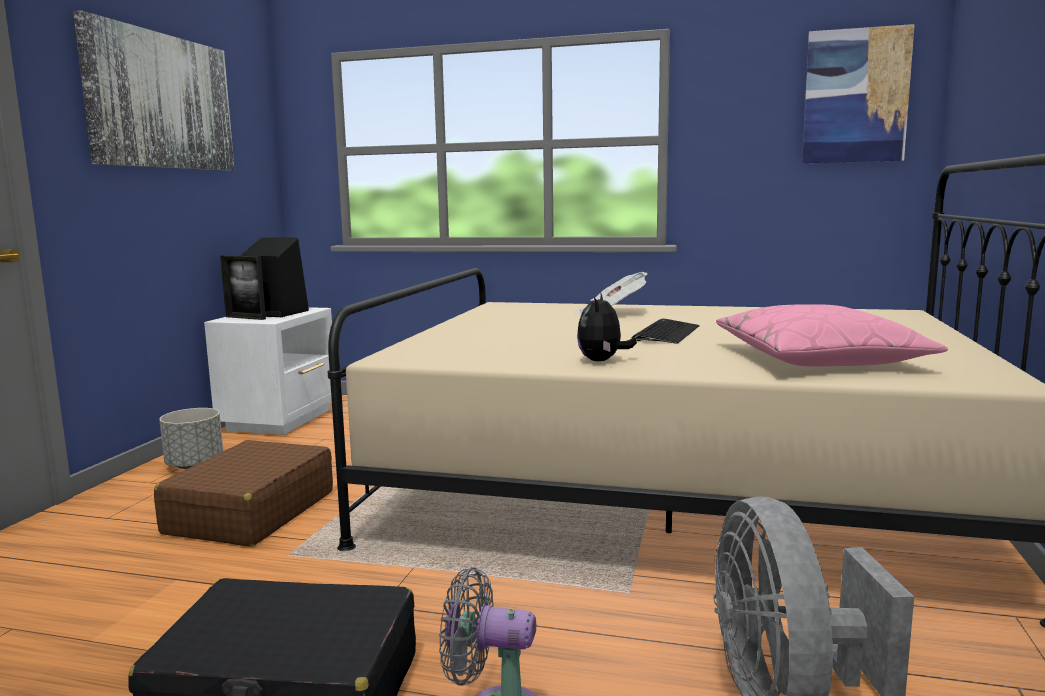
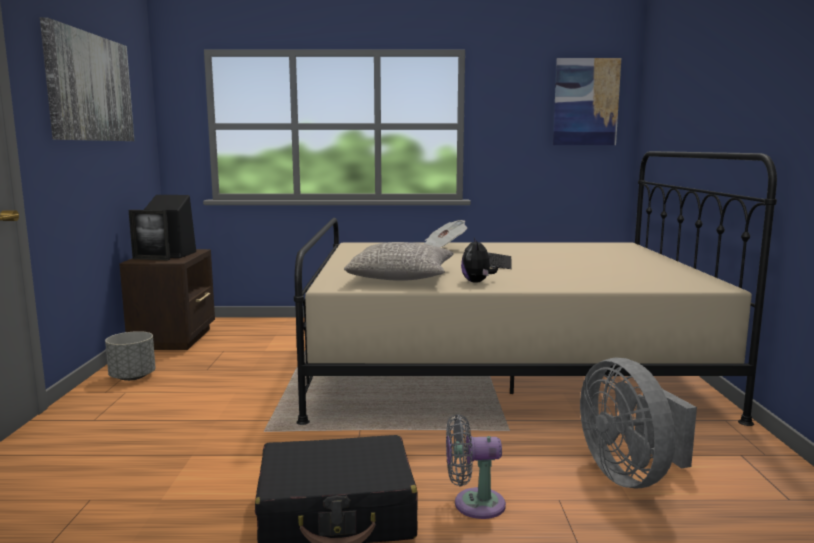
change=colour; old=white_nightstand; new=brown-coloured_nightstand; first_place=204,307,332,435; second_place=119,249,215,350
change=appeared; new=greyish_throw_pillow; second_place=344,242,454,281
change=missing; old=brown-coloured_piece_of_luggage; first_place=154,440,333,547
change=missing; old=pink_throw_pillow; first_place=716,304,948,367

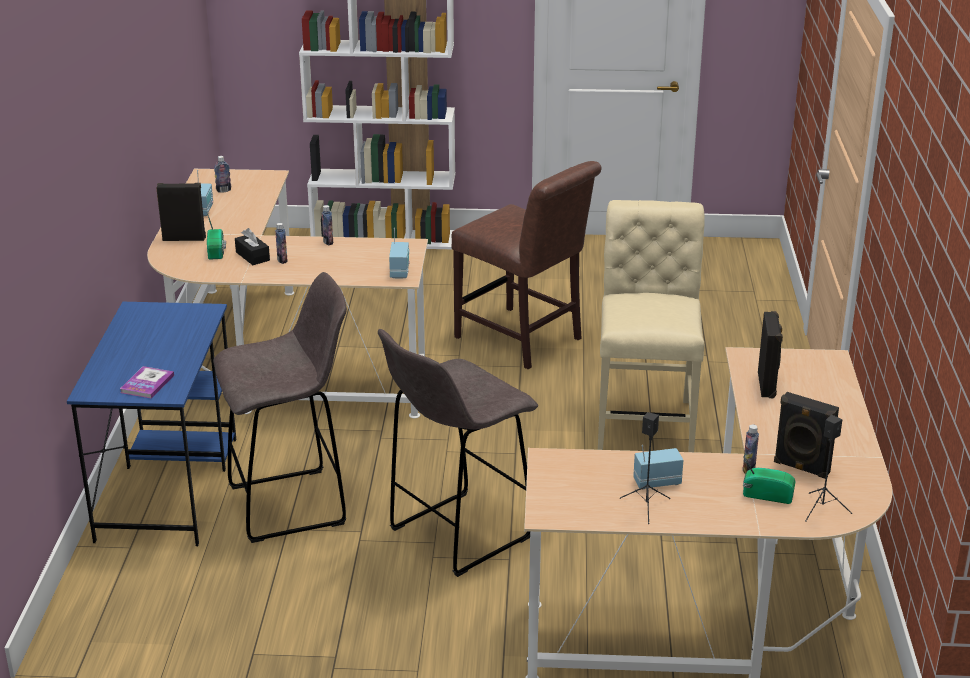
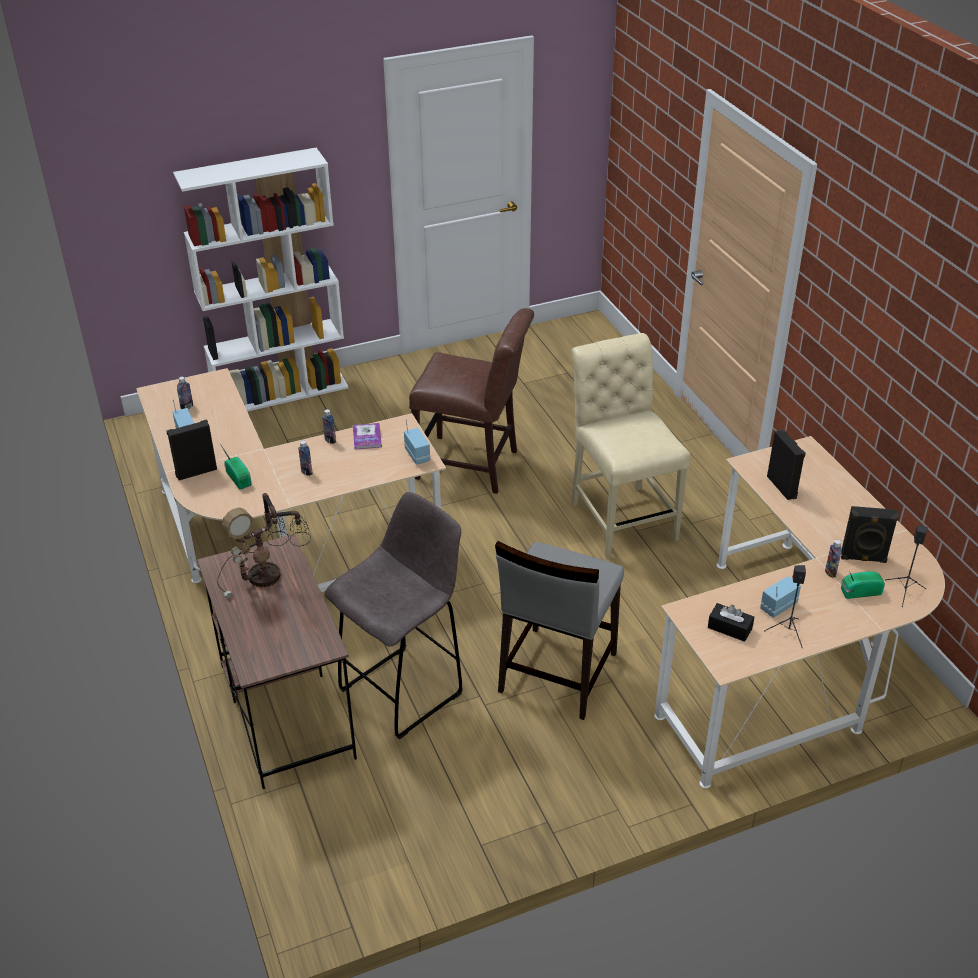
change=colour; old=blue_desk_table; new=brown-coloured_desk_table; first_place=67,302,236,546; second_place=197,534,357,789
change=appeared; new=table_lamp; second_place=217,493,311,598
change=relocated; old=bound_book; first_place=120,366,174,399; second_place=353,423,382,450
change=exchanged; old=greyish_stool; new=greyish_upright_chair; first_place=378,329,538,577; second_place=495,541,624,720
change=relocated; old=blackish_tissue_box; first_place=235,228,270,265; second_place=708,603,754,642

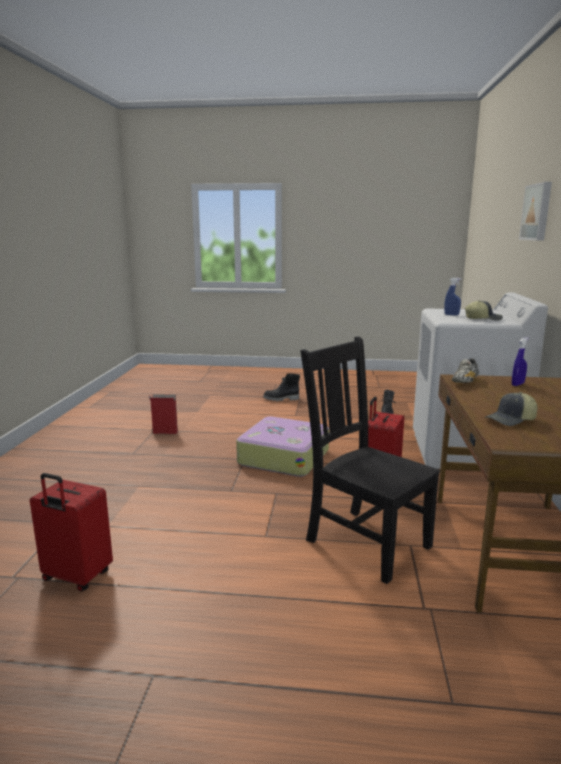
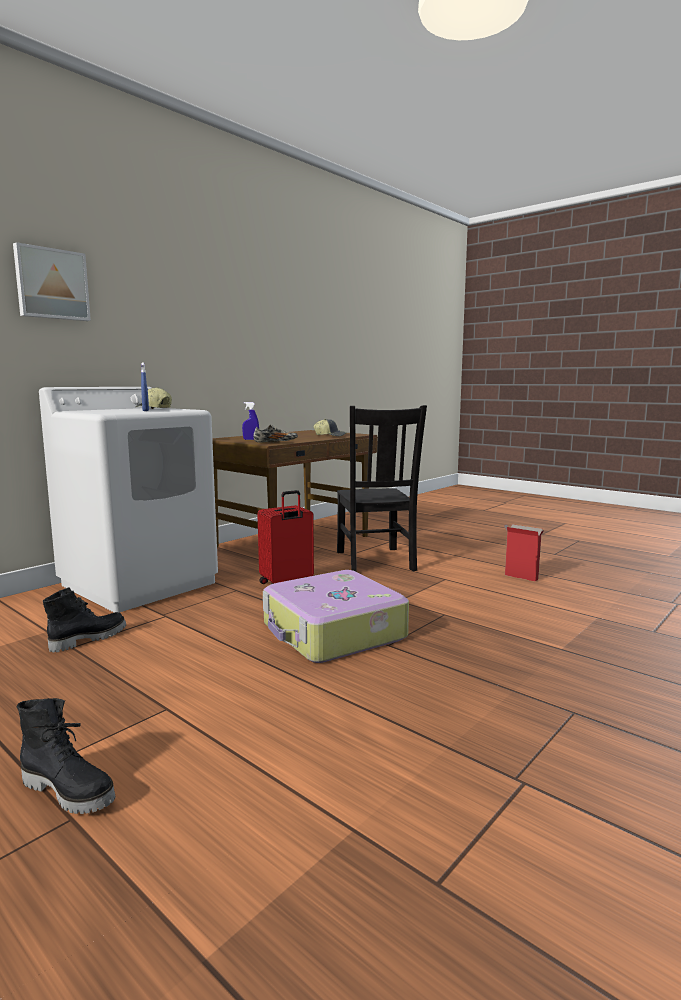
change=relocated; old=cardboard_box; first_place=149,394,178,434; second_place=504,524,544,582
change=missing; old=red_piece_of_luggage; first_place=30,473,113,592

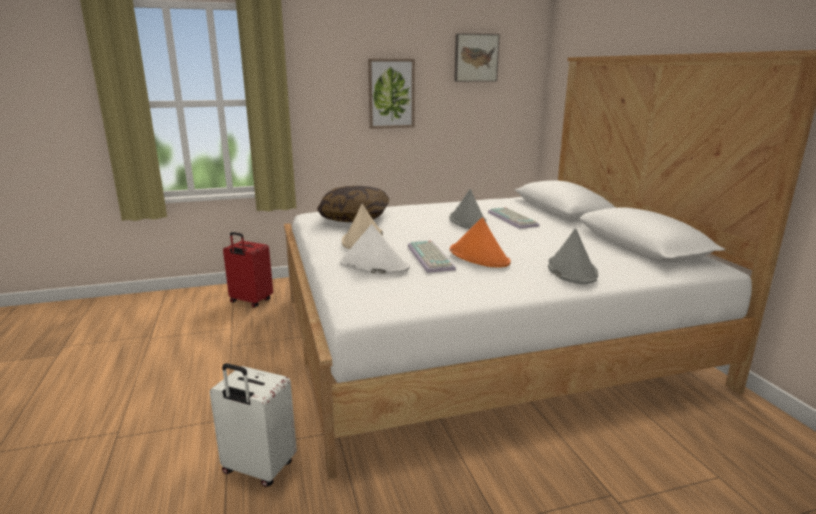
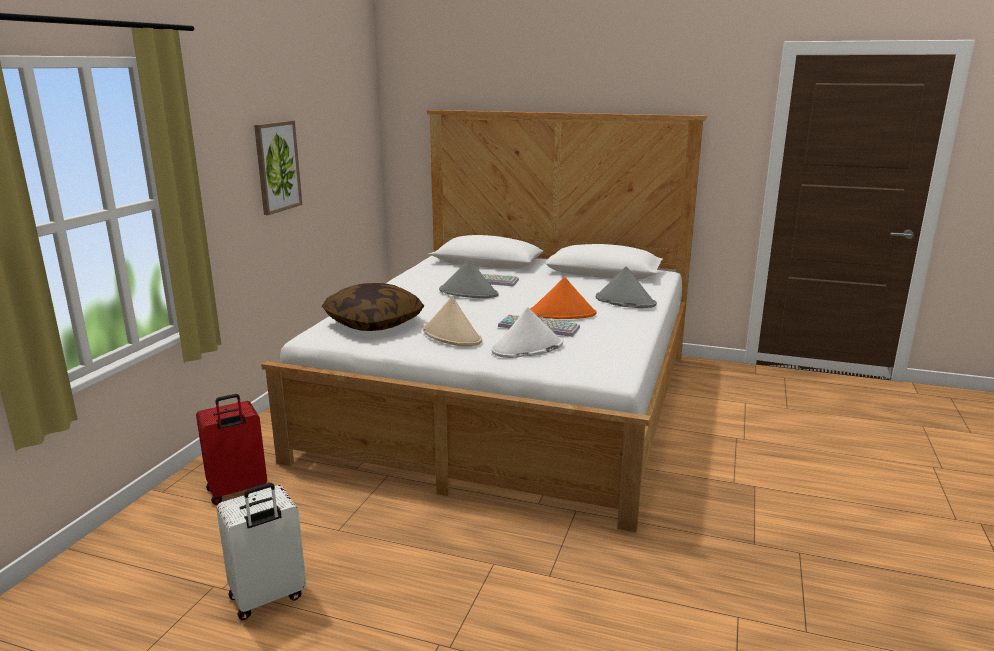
change=relocated; old=white_piece_of_luggage; first_place=210,363,297,487; second_place=216,483,306,620
change=missing; old=wall_art; first_place=454,33,500,82

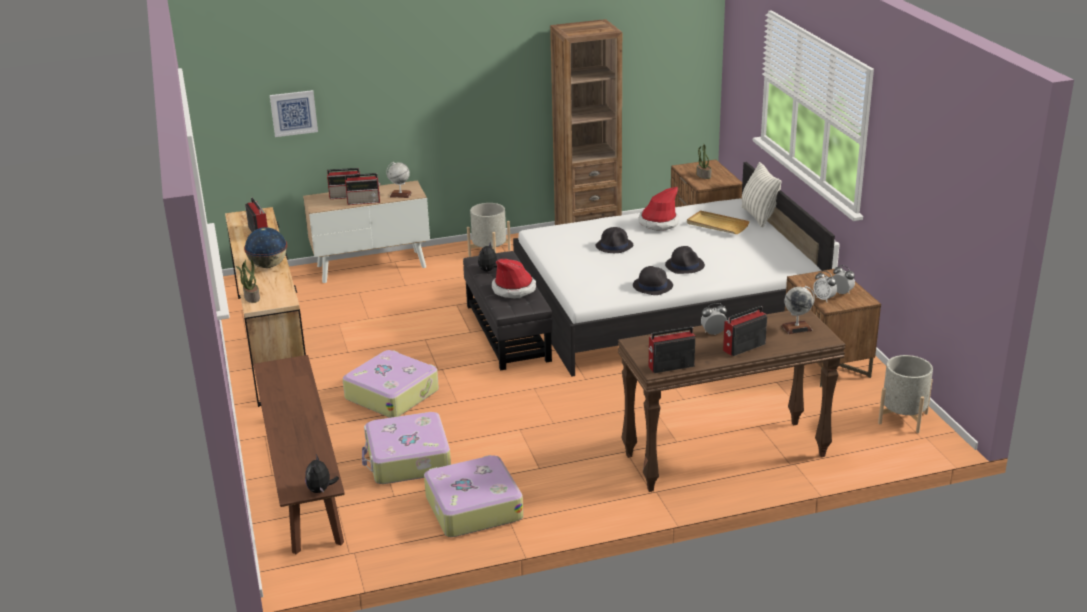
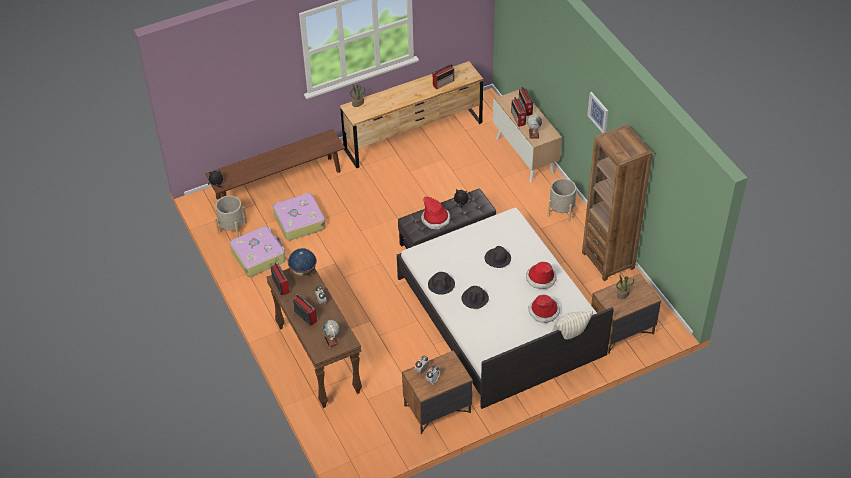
change=relocated; old=greyish_flower_pot; first_place=878,355,933,433; second_place=215,196,247,237
change=relocated; old=world_globe; first_place=244,227,287,268; second_place=288,248,317,276
change=exchanged; old=beige_tray; new=wearable_hat; first_place=687,210,750,234; second_place=528,295,560,323
change=relocated; old=wall_art; first_place=270,90,318,137; second_place=587,92,608,133
change=missing; old=piece_of_luggage; first_place=343,350,439,418

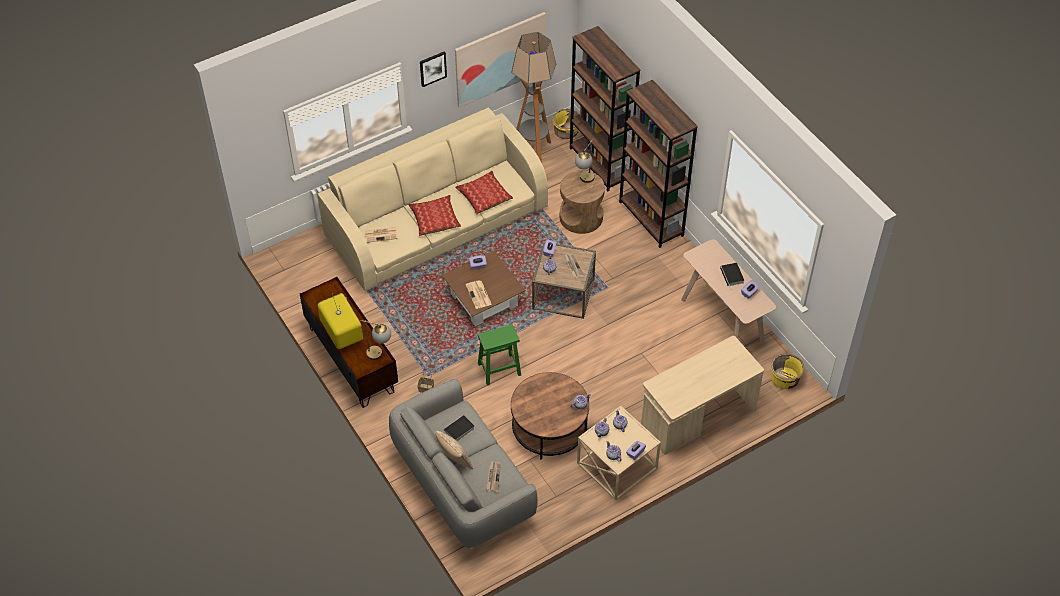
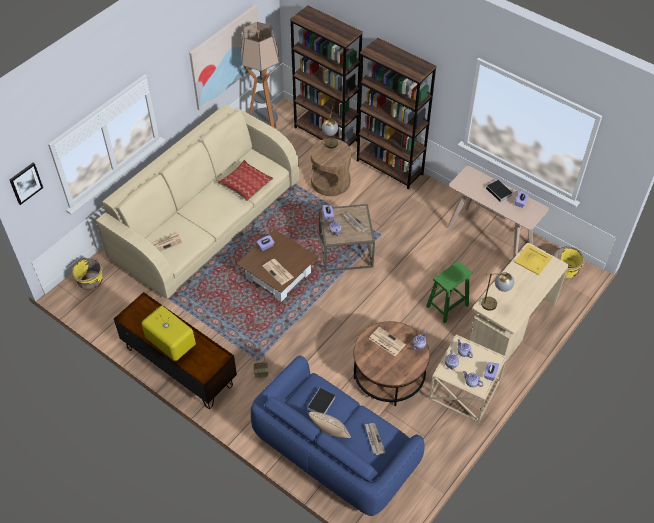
change=relocated; old=wall_art; first_place=420,51,447,87; second_place=10,163,43,205
change=relocated; old=yellow_flower_pot; first_place=552,109,580,139; second_place=72,258,103,290
change=colour; old=greyish_sofa; new=blue_sofa; first_place=389,379,538,549; second_place=251,356,425,516
change=appeared; new=newspaper; second_place=369,327,406,356
change=relocated; old=green-coloured_stool; first_place=478,324,521,385; second_place=426,261,472,323
change=relocated; old=table_lamp; first_place=360,320,391,360; second_place=481,272,514,311
change=appeared; new=yellow_tray; second_place=515,245,552,275
change=missing; old=throw_pillow; first_place=409,195,461,236

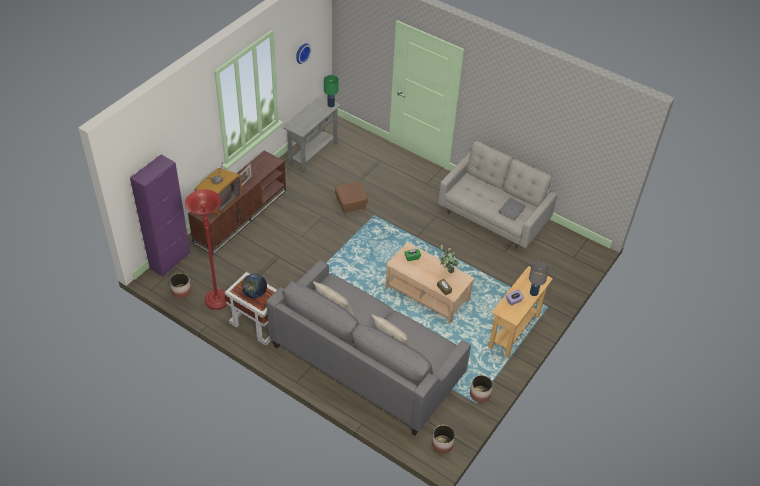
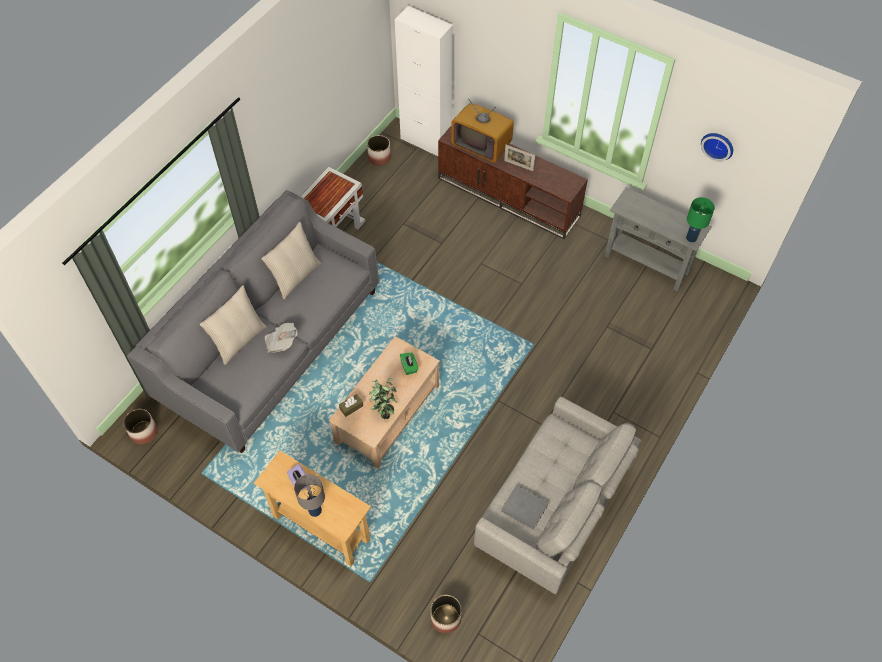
change=appeared; new=newspaper; second_place=265,323,297,353
change=colour; old=purplish_storage_cabinet; new=white_storage_cabinet; first_place=130,155,191,277; second_place=395,6,453,156
change=relocated; old=flower_pot; first_place=470,375,493,403; second_place=430,595,462,633
change=missing; old=red_standard_lamp; first_place=185,189,228,310
change=missing; old=world_globe; first_place=242,274,267,299
change=missing; old=brown-coloured_pouffe; first_place=335,182,368,215

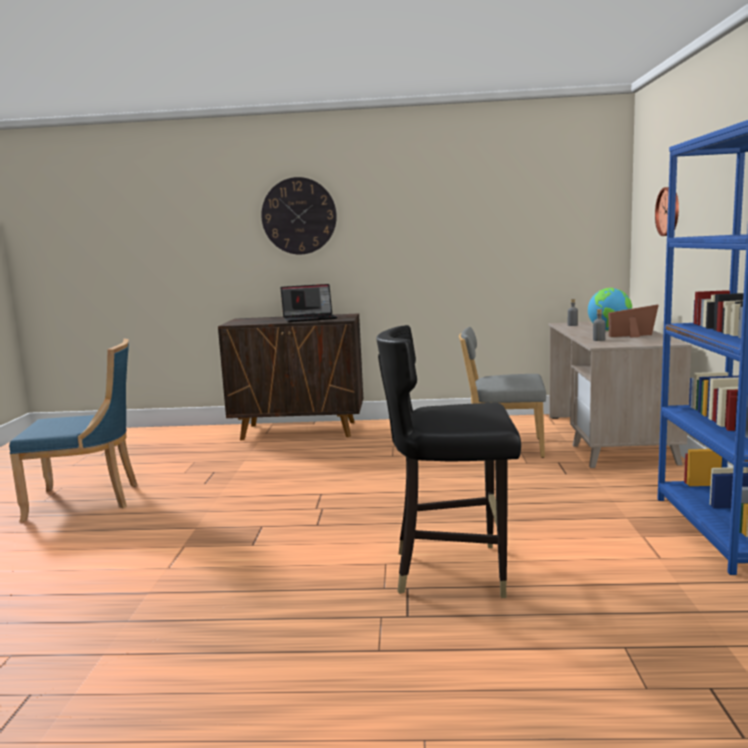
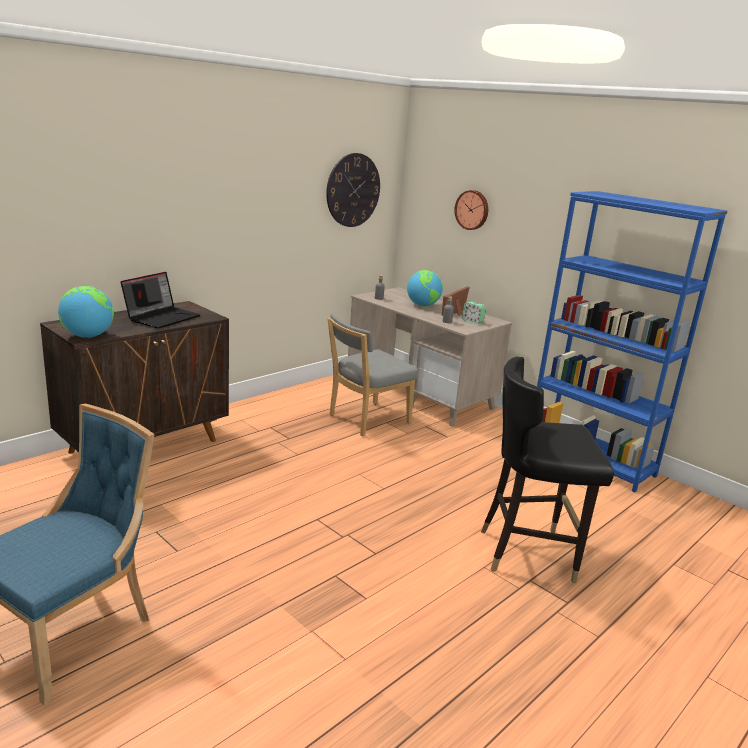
change=appeared; new=world_globe; second_place=58,286,114,338
change=relocated; old=hanging_clock; first_place=261,177,337,255; second_place=326,153,380,227
change=appeared; new=alarm_clock; second_place=462,302,486,324
change=spun; old=blackish_upright_chair; first_place=376,325,521,598; second_place=481,356,614,583; degrees=45

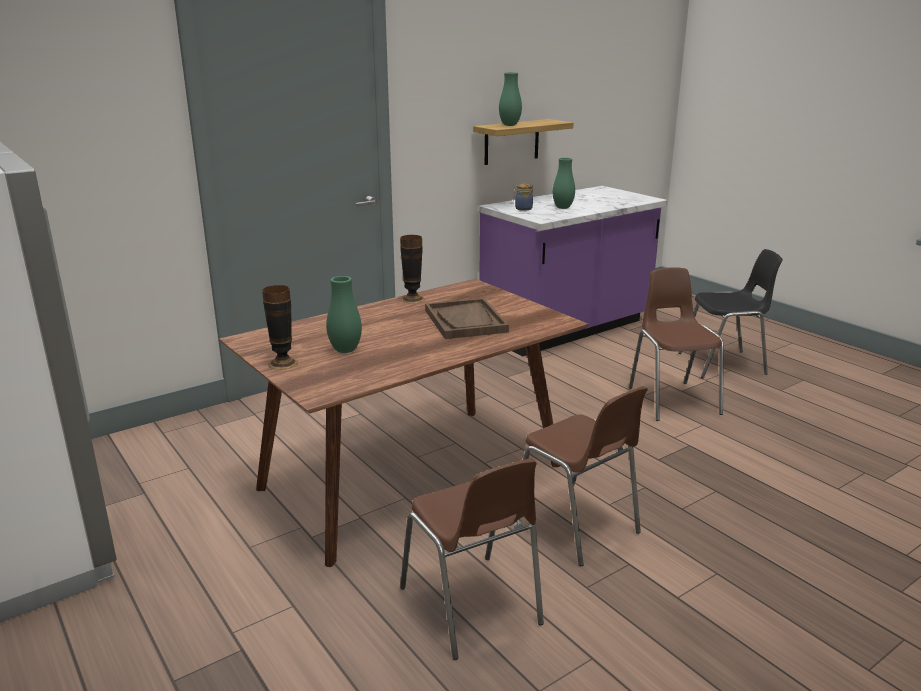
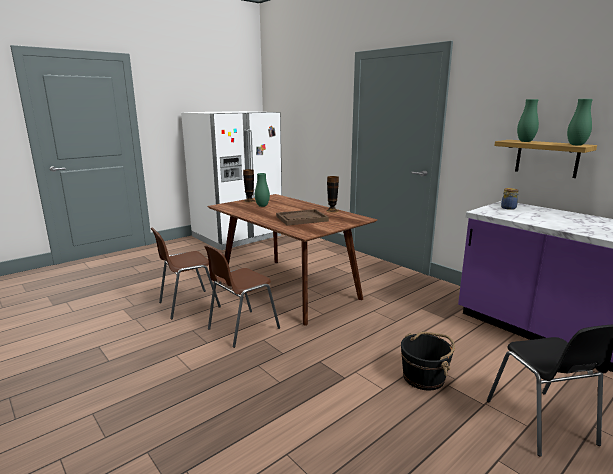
change=exchanged; old=brown-coloured_upright_chair; new=blackish_bucket; first_place=629,267,724,421; second_place=401,332,455,390
change=relocated; old=green-coloured_flower_vase; first_place=553,158,575,209; second_place=567,99,593,146

